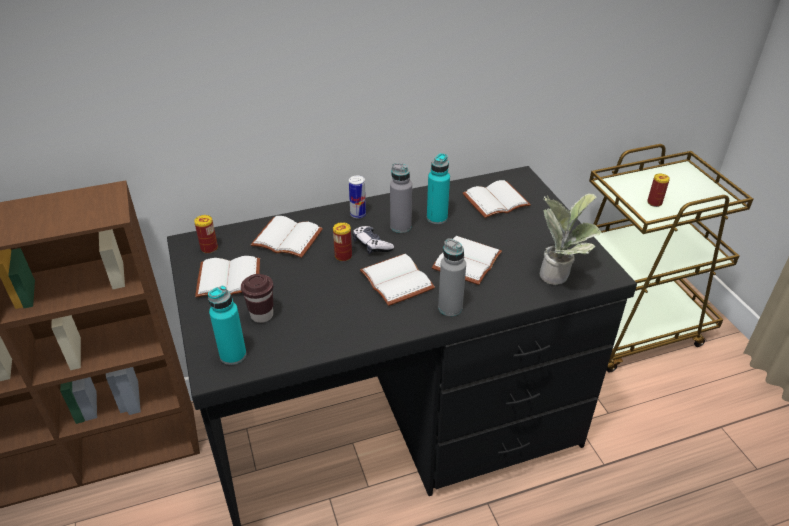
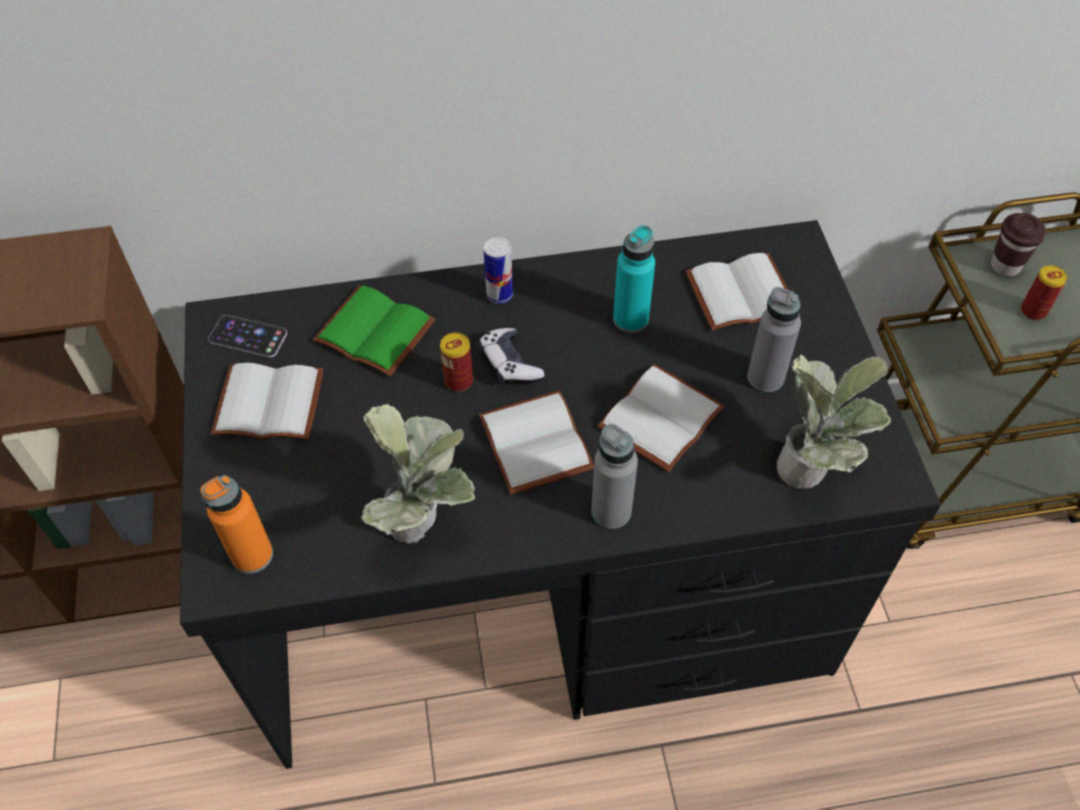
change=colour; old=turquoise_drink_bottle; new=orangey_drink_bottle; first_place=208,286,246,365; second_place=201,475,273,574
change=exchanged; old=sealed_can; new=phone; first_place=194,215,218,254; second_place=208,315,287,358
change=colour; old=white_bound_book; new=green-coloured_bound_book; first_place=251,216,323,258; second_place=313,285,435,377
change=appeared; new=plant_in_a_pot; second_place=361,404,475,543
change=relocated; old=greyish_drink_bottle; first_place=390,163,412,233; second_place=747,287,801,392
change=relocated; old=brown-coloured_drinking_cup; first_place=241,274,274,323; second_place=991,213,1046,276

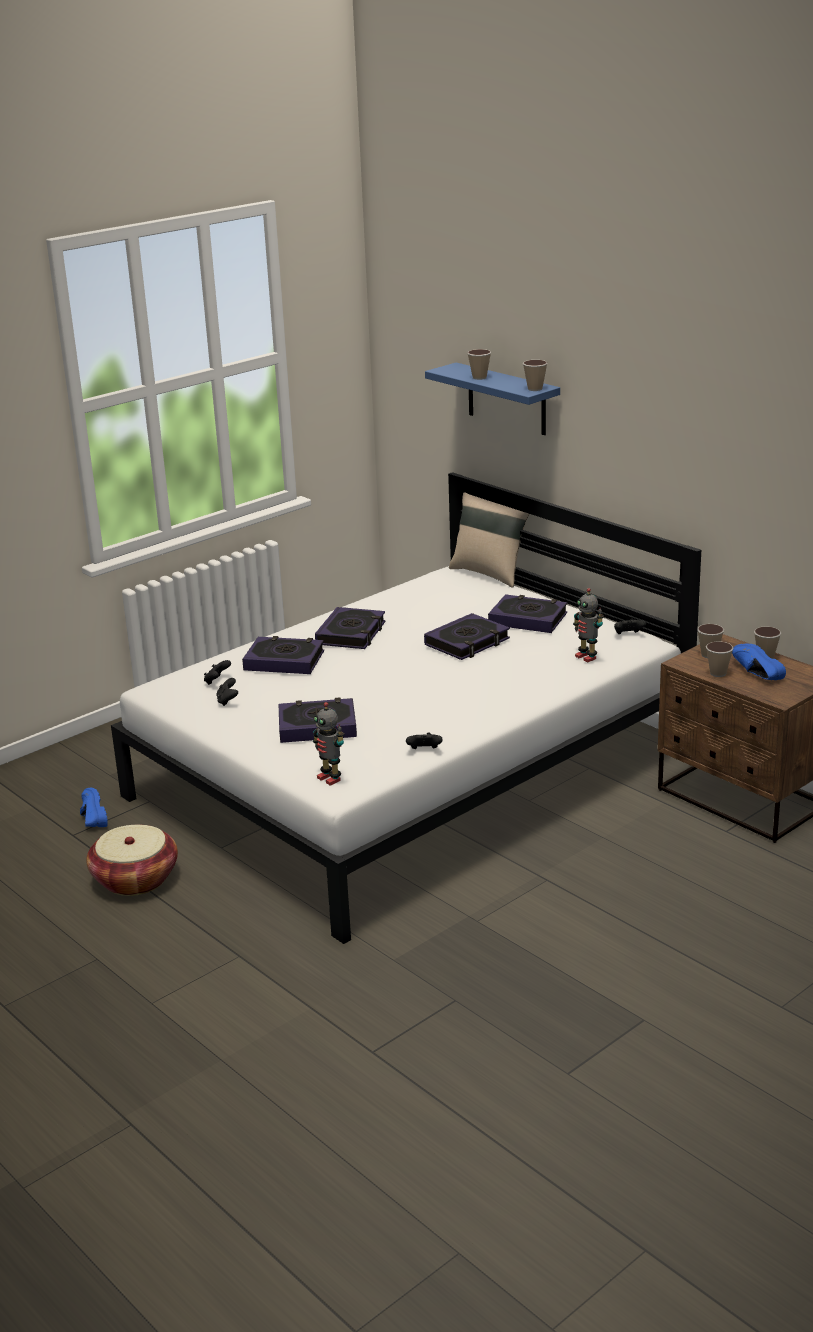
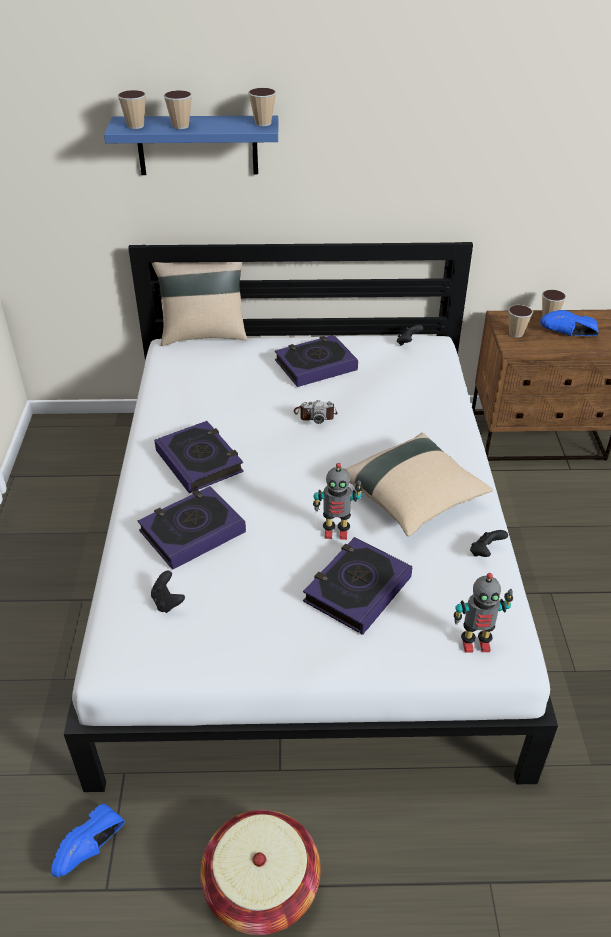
change=spun; old=blue_shoe; first_place=80,787,108,827; second_place=51,804,125,877; degrees=-75
change=relocated; old=drinking_cup; first_place=706,641,734,677; second_place=118,90,146,129
change=exchanged; old=bound_book; new=photo_camera; first_place=424,613,510,660; second_place=294,400,338,424
change=relocated; old=model_robot; first_place=573,588,604,662; second_place=313,463,362,540
change=appeared; new=beige_throw_pillow; second_place=345,433,493,536
change=missing; old=blackish_game_controller; first_place=216,678,238,706

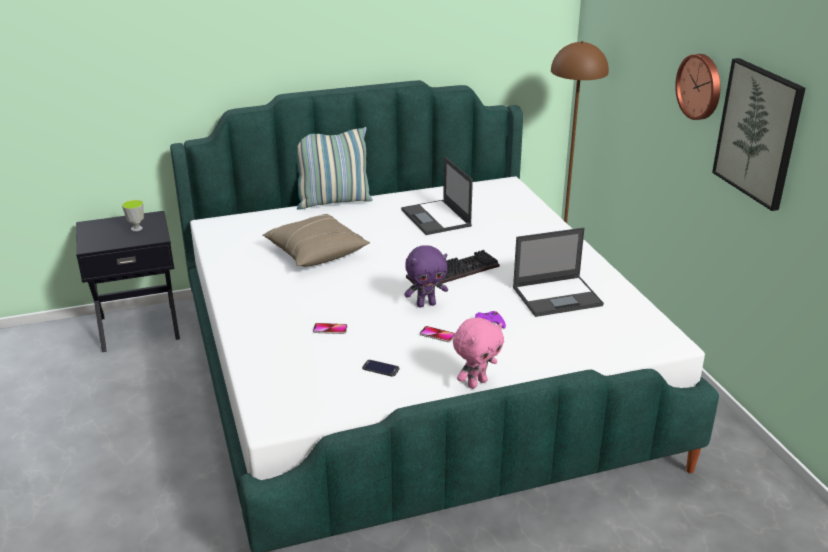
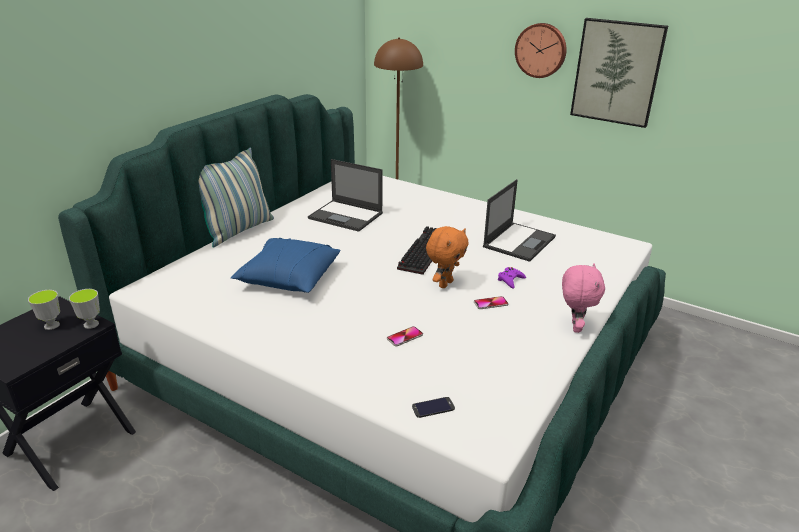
change=appeared; new=drinking_cup; second_place=69,289,100,329
change=colour; old=beige_throw_pillow; new=blue_throw_pillow; first_place=263,214,370,267; second_place=231,238,340,293
change=relocated; old=phone; first_place=362,360,399,377; second_place=412,397,455,418
change=colour; old=purplish_cuddly_toy; new=orangey_cuddly_toy; first_place=404,245,448,307; second_place=426,226,469,288

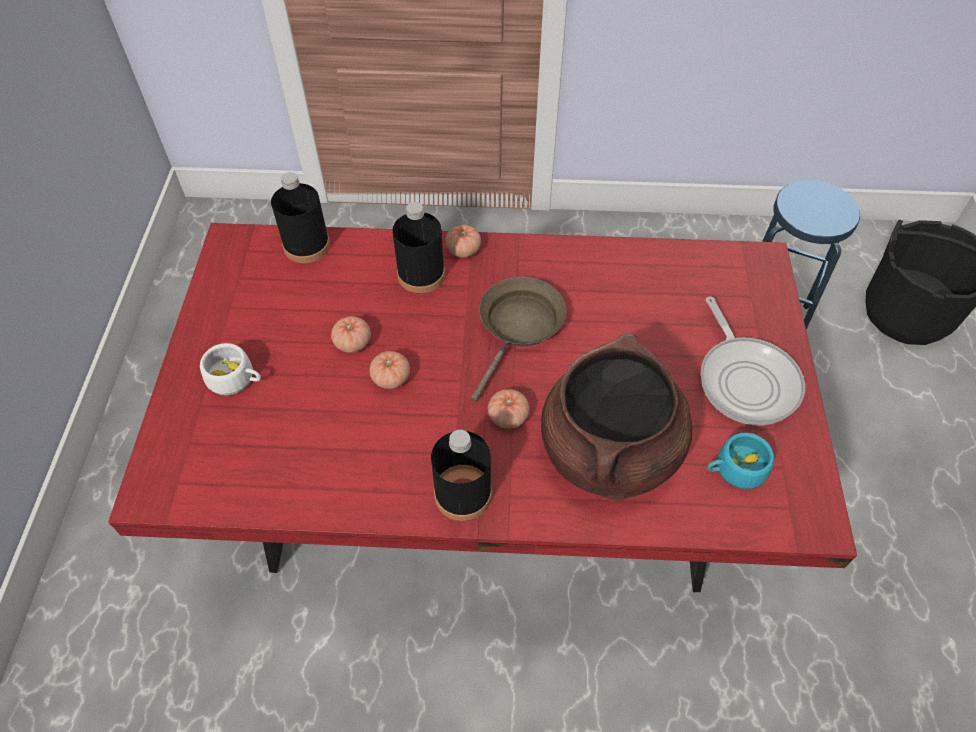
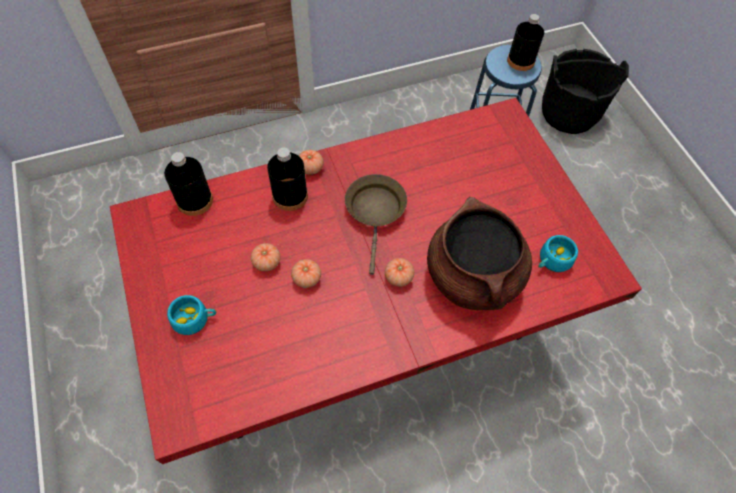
change=colour; old=white_drinking_cup; new=turquoise_drinking_cup; first_place=200,343,261,395; second_place=167,295,217,335
change=relocated; old=blackish_drink_bottle; first_place=431,430,492,521; second_place=507,14,544,71
change=missing; old=skillet; first_place=701,297,805,425

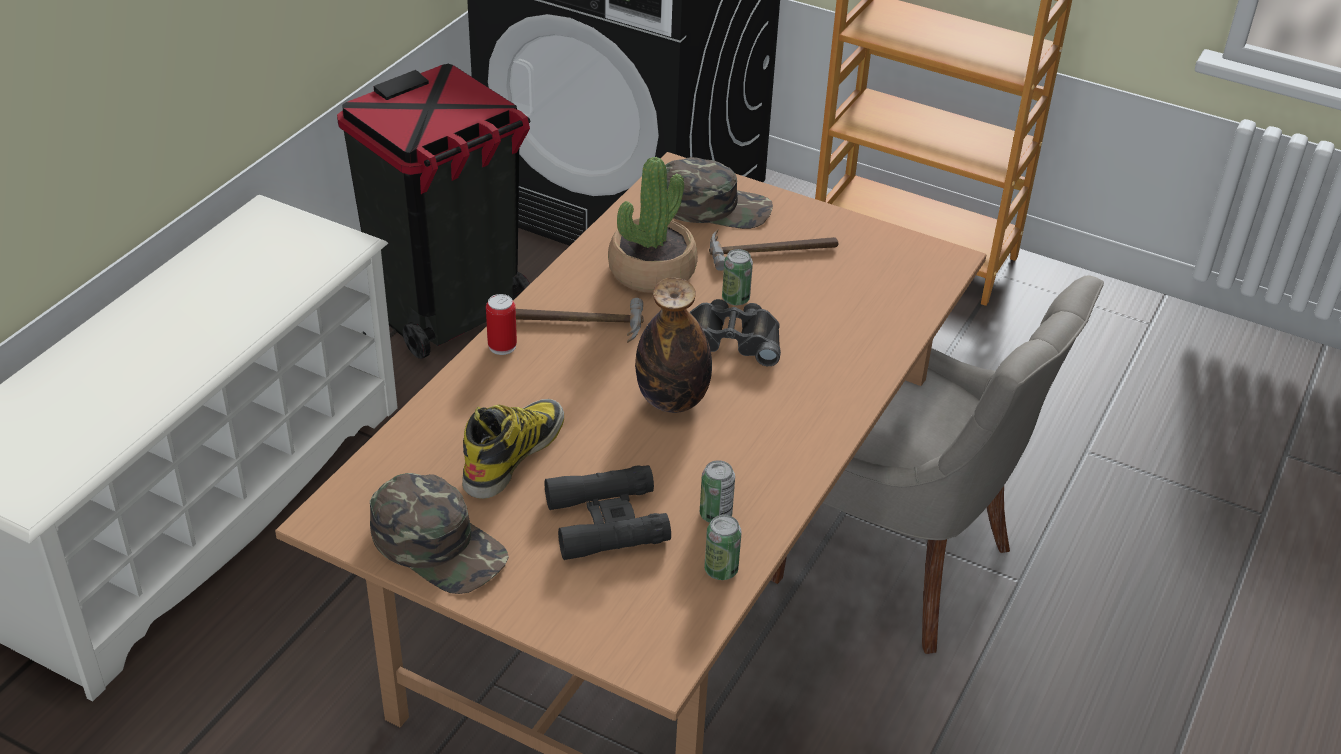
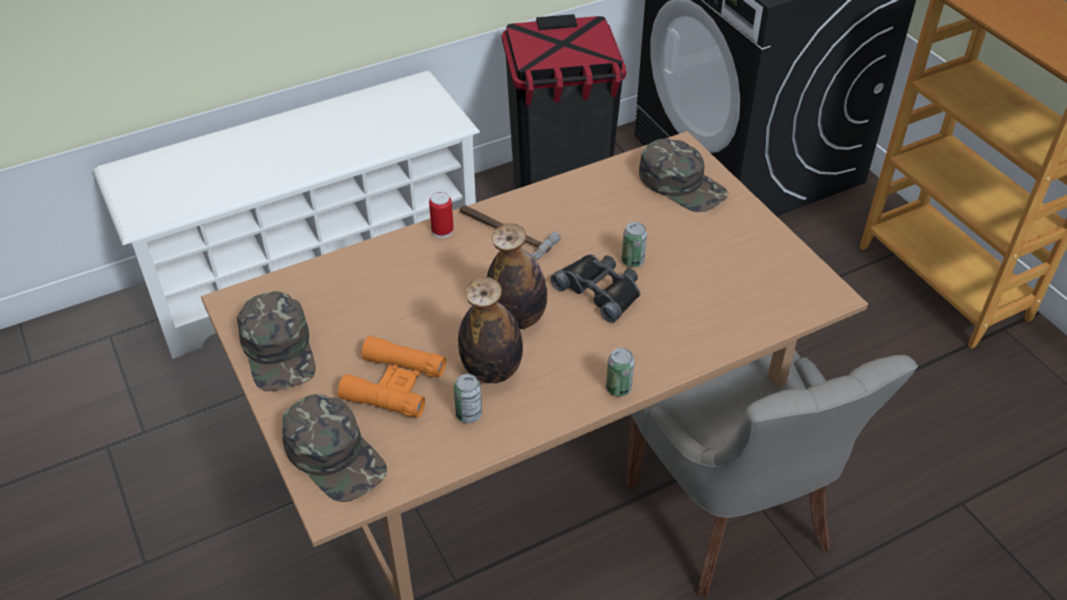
change=appeared; new=green-coloured_baseball_cap; second_place=282,394,387,502
change=colour; old=blackish_field_glasses; new=orangey_field_glasses; first_place=544,465,671,560; second_place=338,336,446,418
change=appeared; new=drink_bottle; second_place=458,277,523,383
change=relocated; old=sealed_can; first_place=704,515,742,580; second_place=606,348,634,397
change=missing; old=high-top_boot; first_place=462,399,564,499
change=missing; old=plant_in_a_pot; first_place=608,157,698,293
change=missing; old=tool_hammer; first_place=709,229,838,271

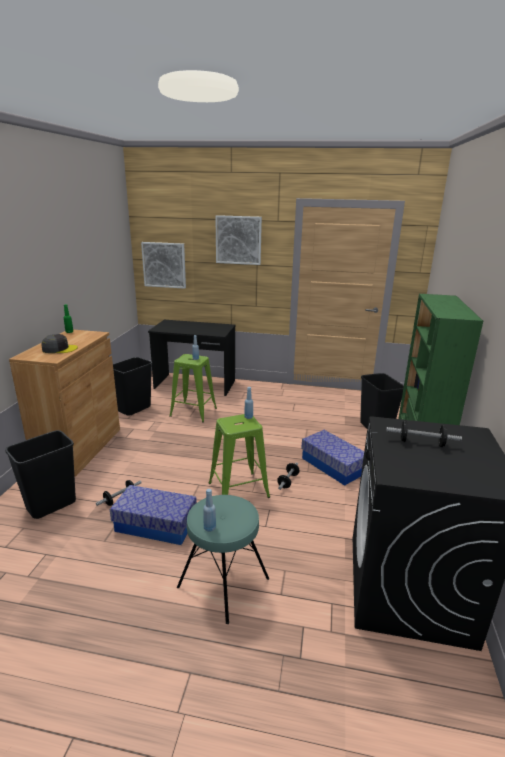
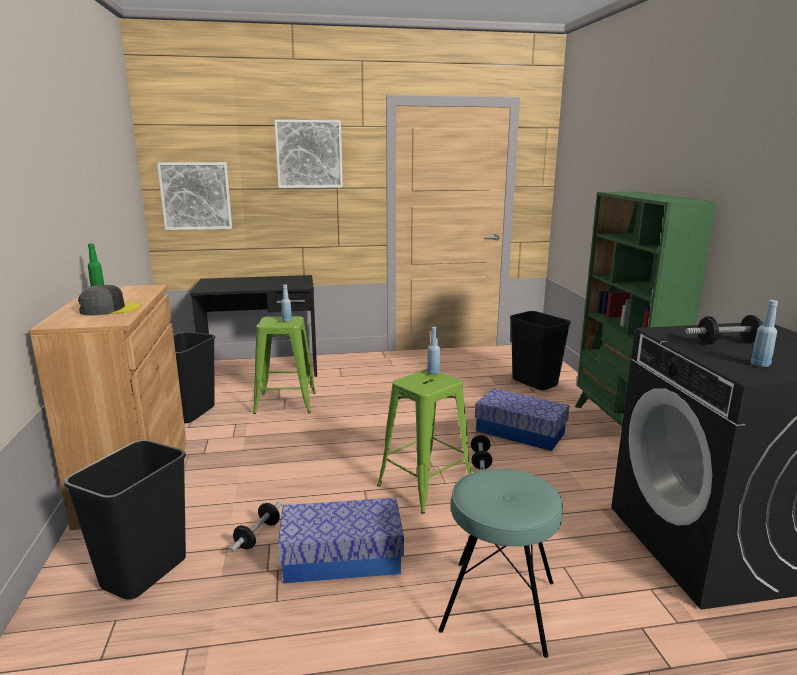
change=relocated; old=blue_drink_bottle; first_place=203,489,216,532; second_place=751,300,778,367

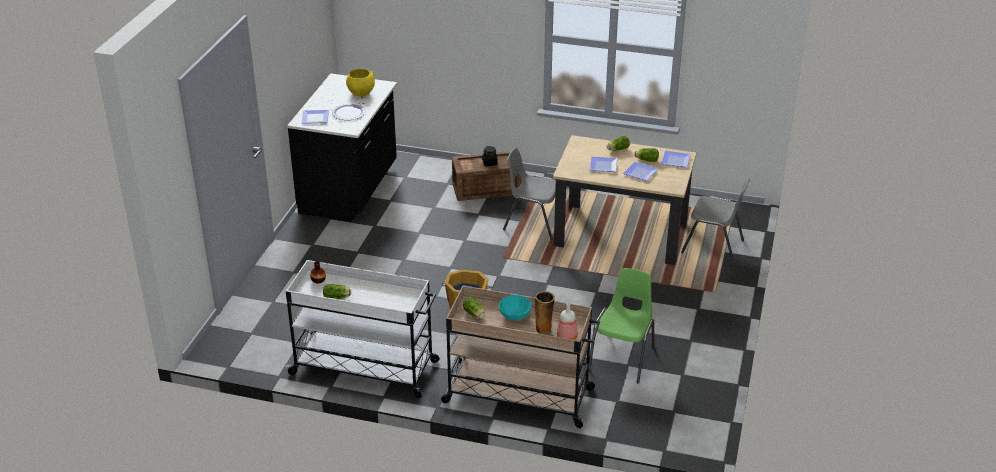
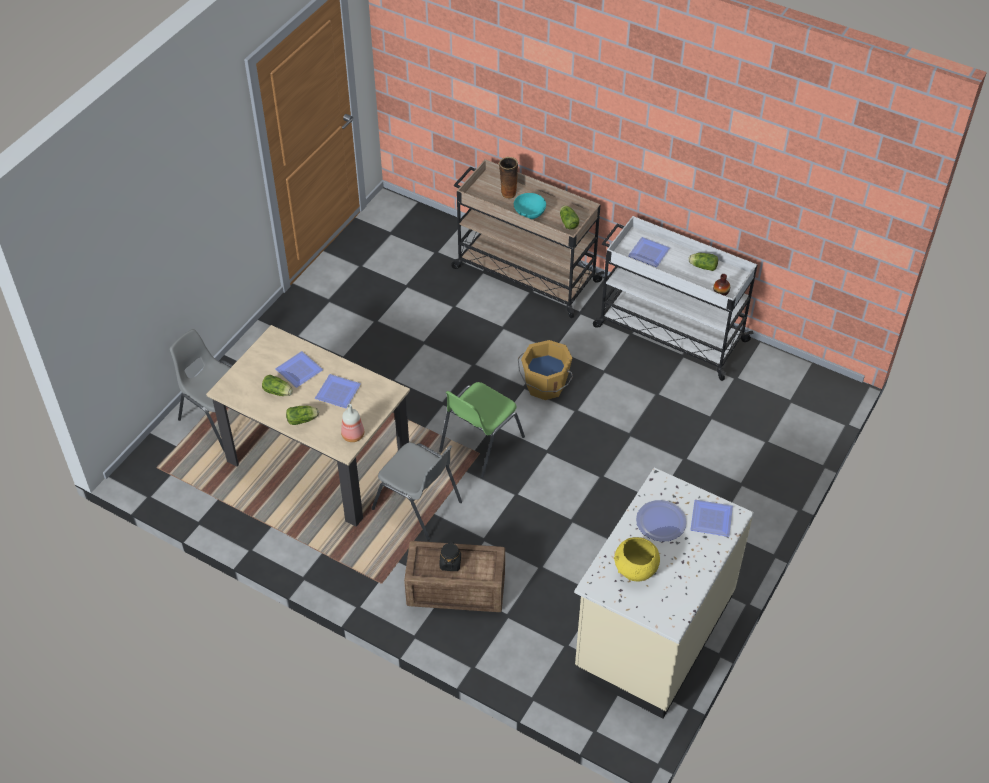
change=relocated; old=drink_bottle; first_place=557,303,578,340; second_place=341,404,364,442
change=relocated; old=green-coloured_upright_chair; first_place=589,268,655,384; second_place=439,382,525,478
change=colour; old=blackish_counter; new=beige_counter; first_place=287,73,397,222; second_place=574,467,754,718
change=relocated; old=plate; first_place=661,151,691,168; second_place=628,237,670,267

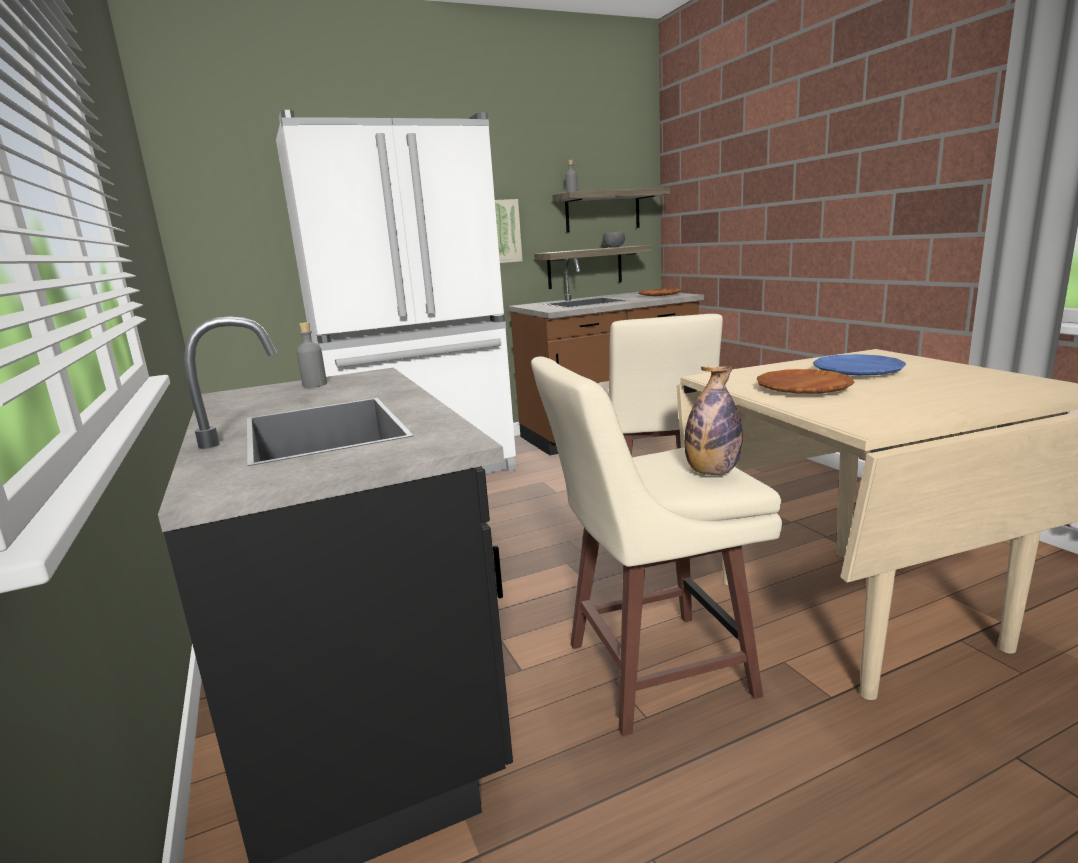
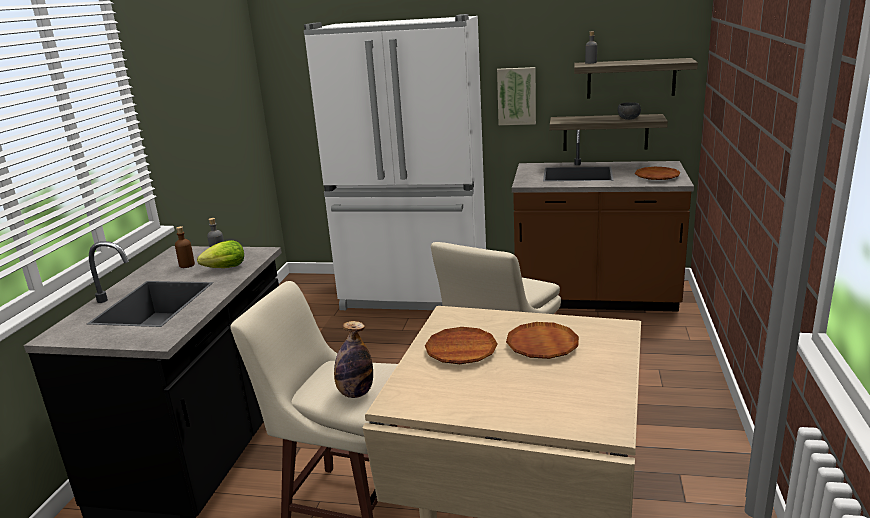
change=appeared; new=brown-coloured_drink_bottle; second_place=175,226,195,268
change=appeared; new=head_of_lettuce; second_place=197,240,244,268
change=colour; old=blue_plate; new=brown-coloured_plate; first_place=813,354,906,375; second_place=506,322,579,359

